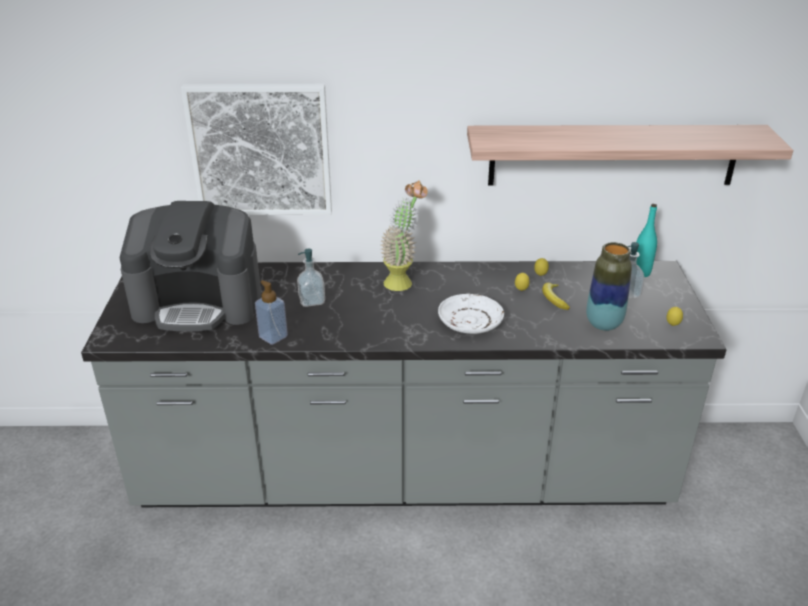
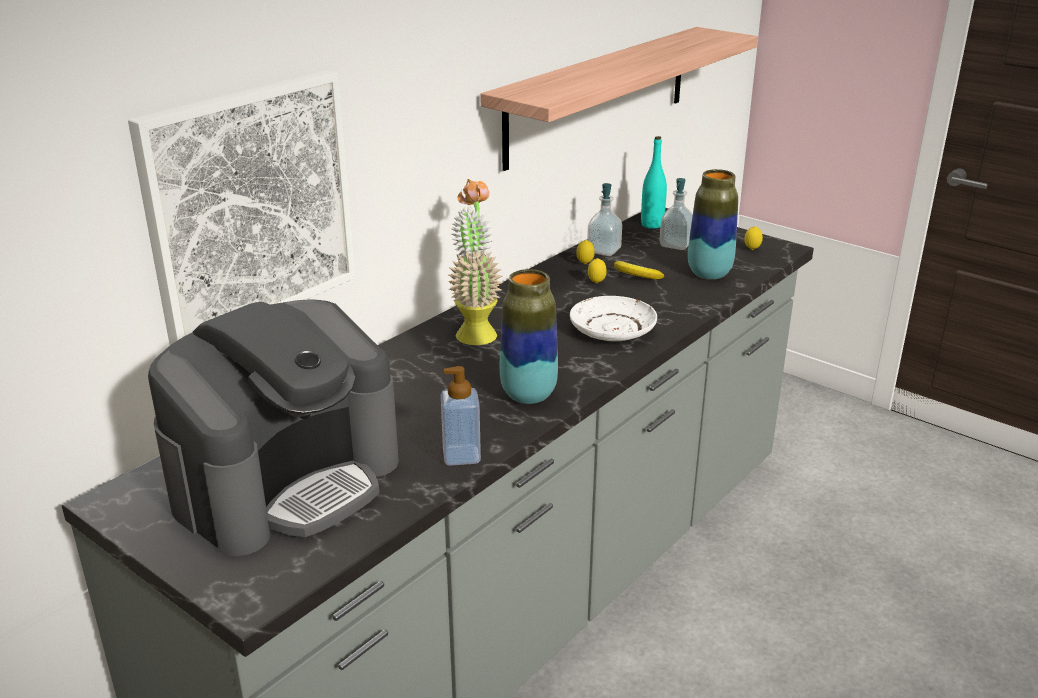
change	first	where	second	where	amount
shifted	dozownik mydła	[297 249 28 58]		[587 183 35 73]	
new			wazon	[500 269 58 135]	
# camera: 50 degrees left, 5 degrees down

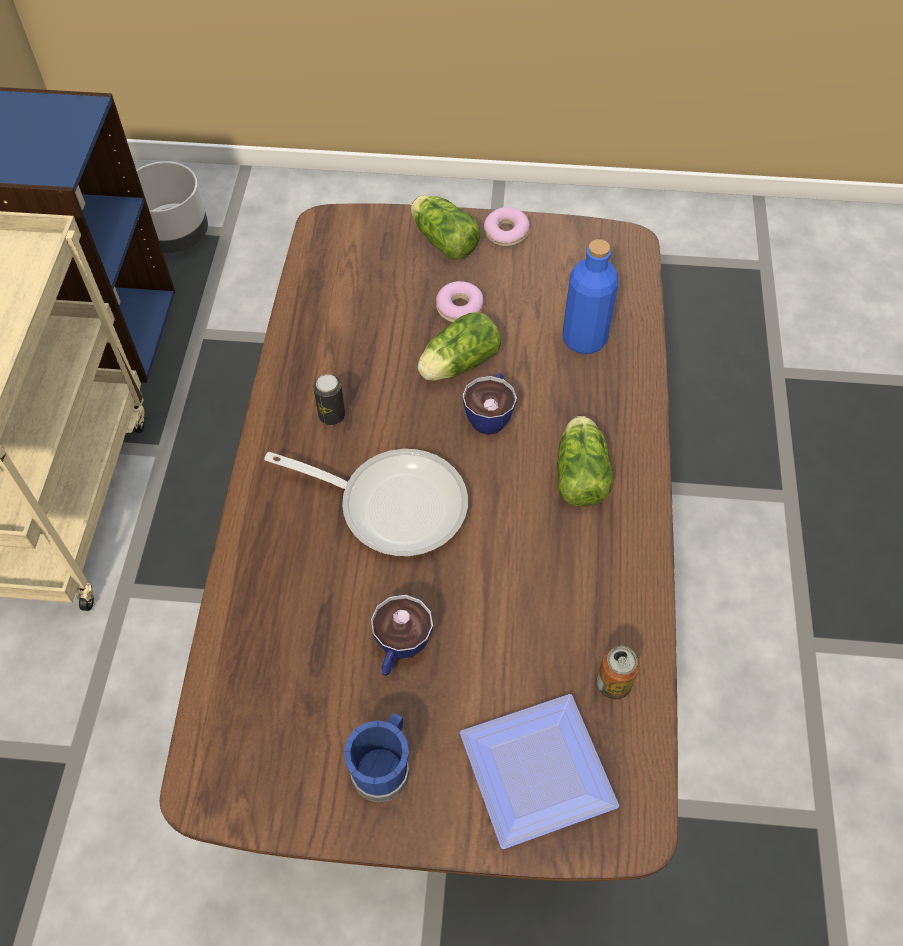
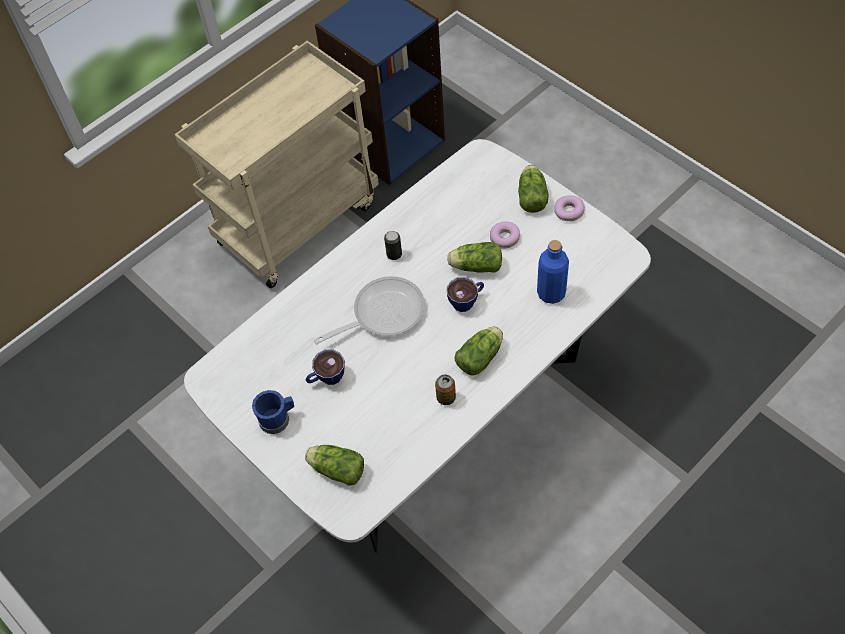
change	first	where	second	where	amount
gone	donica/szary	[136 161 72 92]			
repainted	stół jadalny/brązowy	[160 203 518 678]	stół jadalny/biały	[184 139 467 414]	
rotated	patelnia	[264 449 204 107]		[314 276 111 68]	90 degrees counterclockwise
shifted	puszka	[596 646 44 54]		[435 375 21 30]	
swapped	talerz	[460 694 159 155]	sałata	[305 445 59 41]	
# camera: 45 degrees right, 0 degrees up

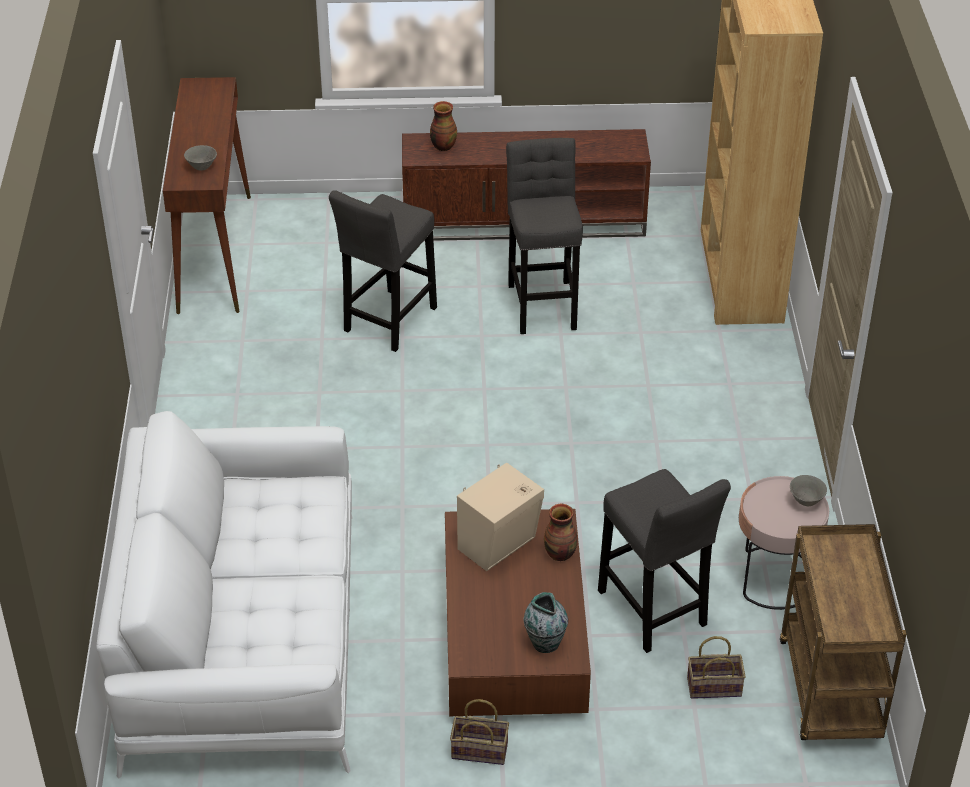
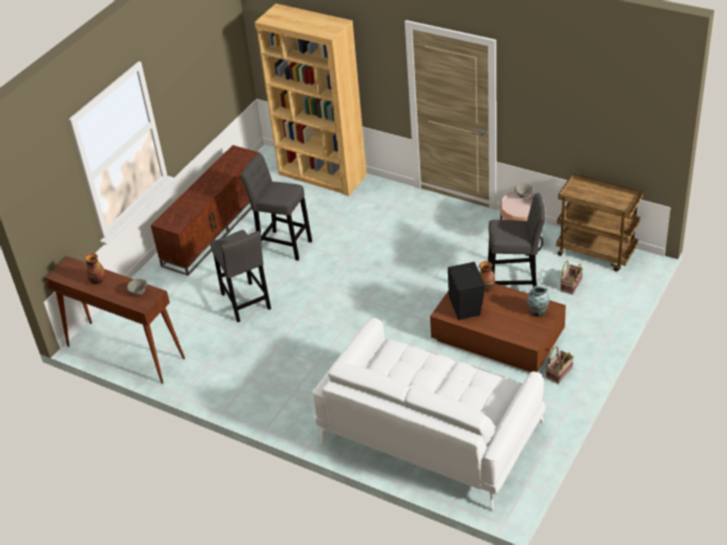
change	first	where	second	where	amount
shifted	wazon	[430 101 27 50]		[84 253 21 31]	
repainted	głośnik/beżowy	[457 462 87 109]	głośnik/czarny	[448 262 37 58]	
# camera: 55 degrees left, 0 degrees up

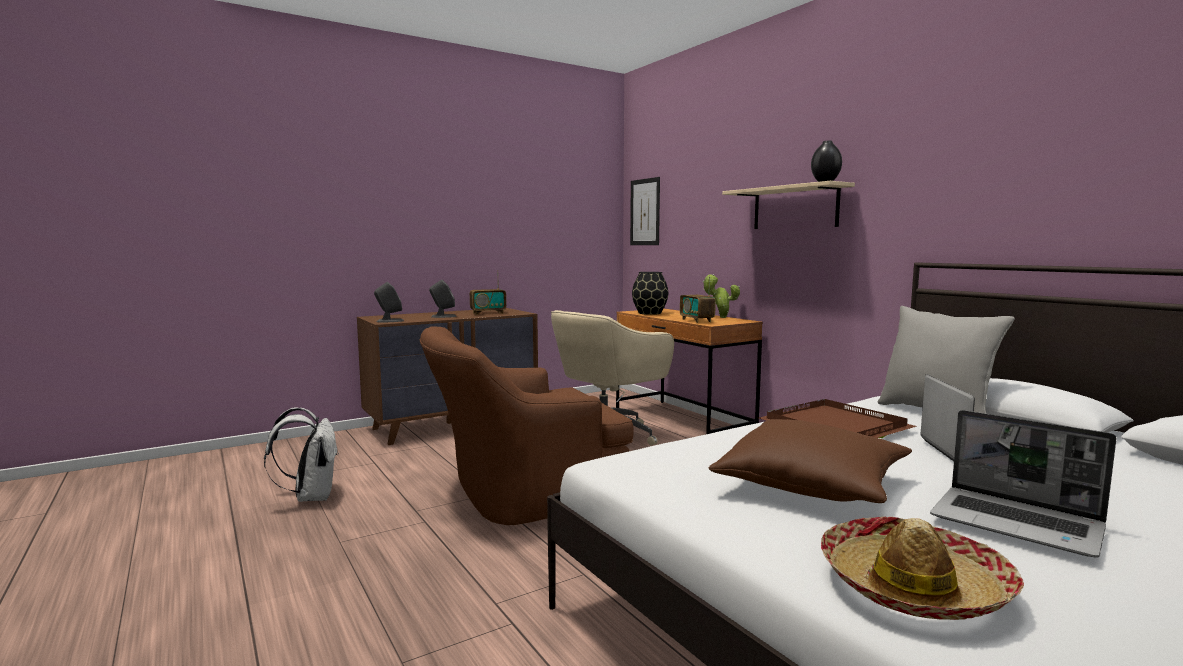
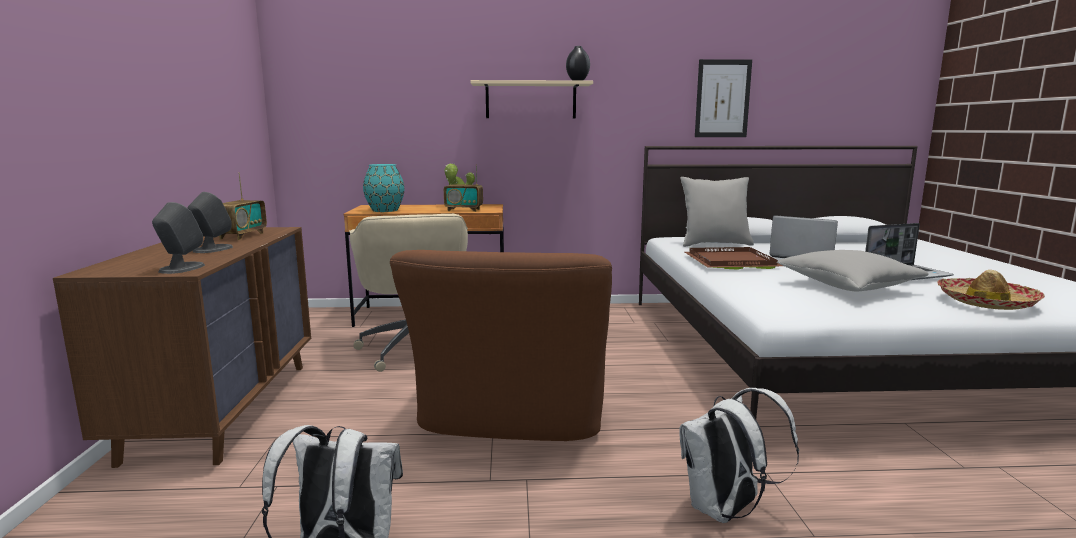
change	first	where	second	where	amount
shifted	obraz	[630 177 30 68]		[695 59 57 78]	
repainted	wazon/czarny	[632 272 36 43]	wazon/turkusowy	[363 164 41 48]	
repainted	poduszka/brązowy	[709 419 203 84]	poduszka/szary	[777 250 152 42]	
new			plecak/biały	[679 388 120 135]	
# camera: 60 degrees left, 5 degrees up

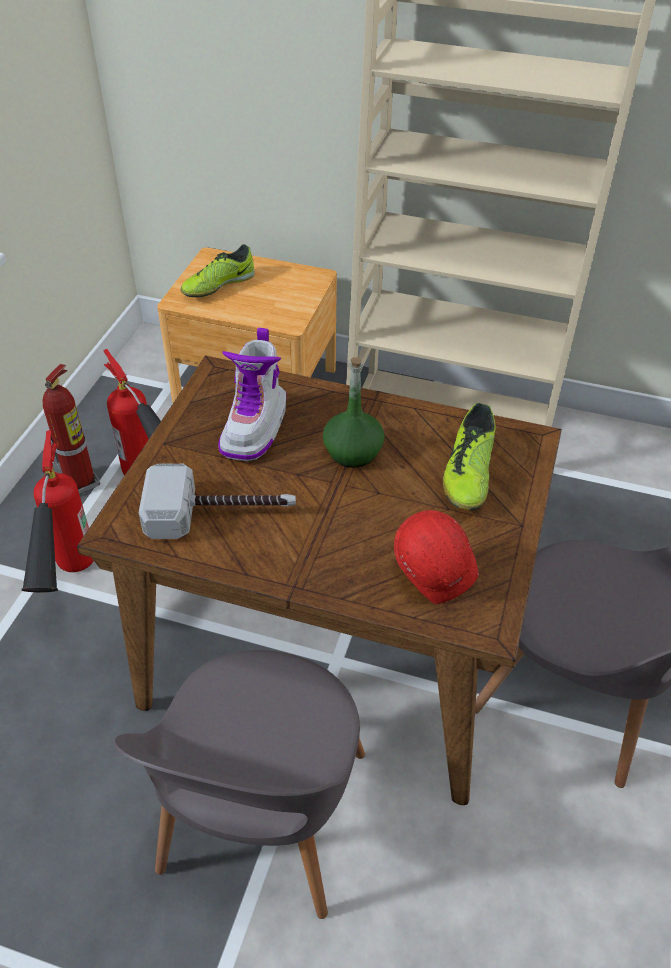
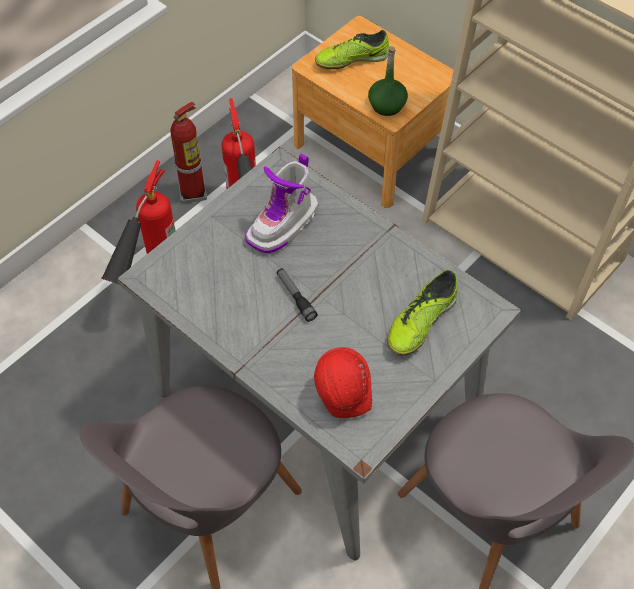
change	first	where	second	where	amount
repainted	stół jadalny/brązowy	[77 356 485 449]	stół jadalny/szary	[117 147 405 414]	
shifted	butelka/zielony	[323 357 61 111]		[368 46 40 70]	
gone	młotek	[139 464 157 75]			
new			latarka	[277 268 41 54]	
# camera: 25 degrees right, 10 degrees up

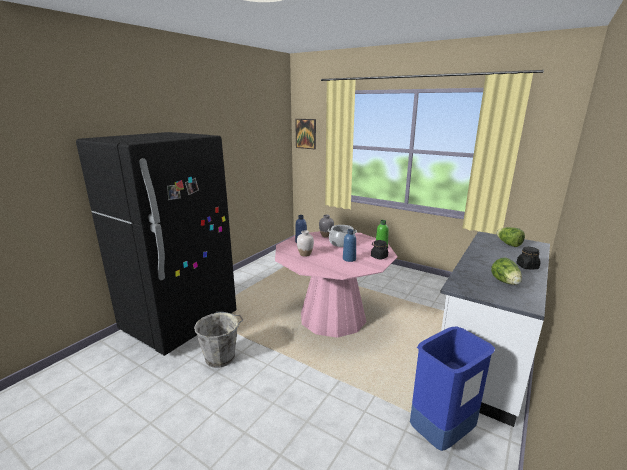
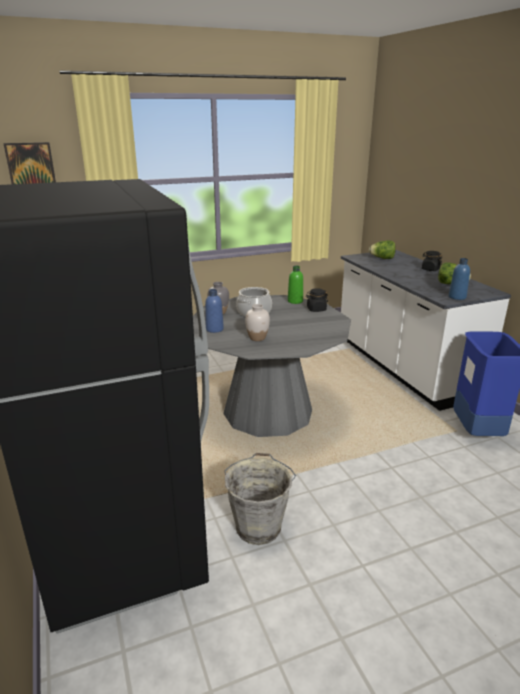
change	first	where	second	where	amount
shifted	butelka/niebieski	[343 229 13 33]		[449 258 21 42]	
repainted	stół jadalny/różowy	[275 231 123 107]	stół jadalny/szary	[193 295 158 142]	
# camera: 55 degrees left, 5 degrees up

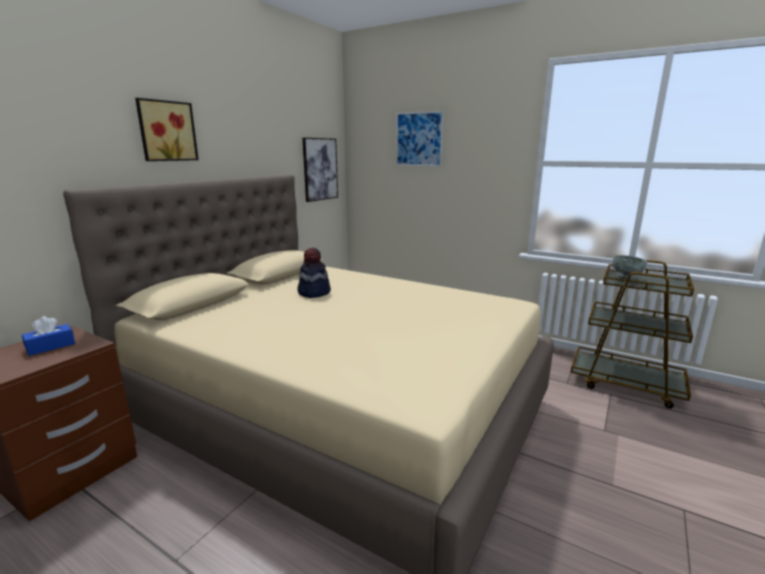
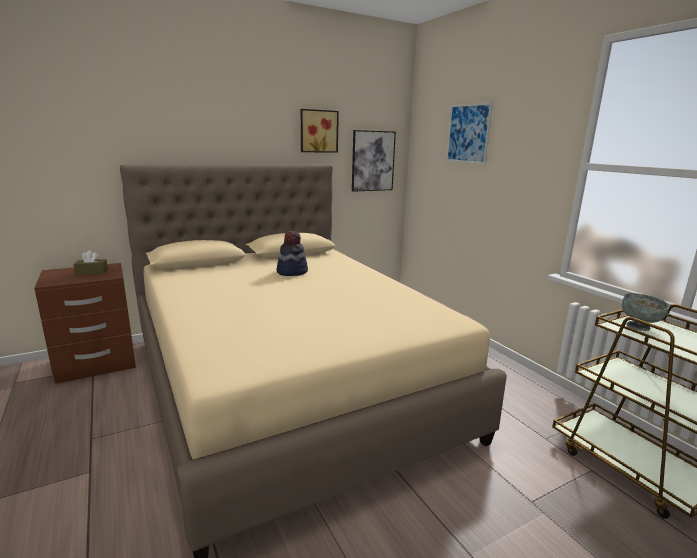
change	first	where	second	where	amount
shifted	obraz	[135 98 64 63]		[301 109 38 44]	
repainted	pudełko chusteczek/niebieski	[22 316 53 40]	pudełko chusteczek/brązowy	[73 251 35 24]	
# camera: 30 degrees right, 0 degrees up

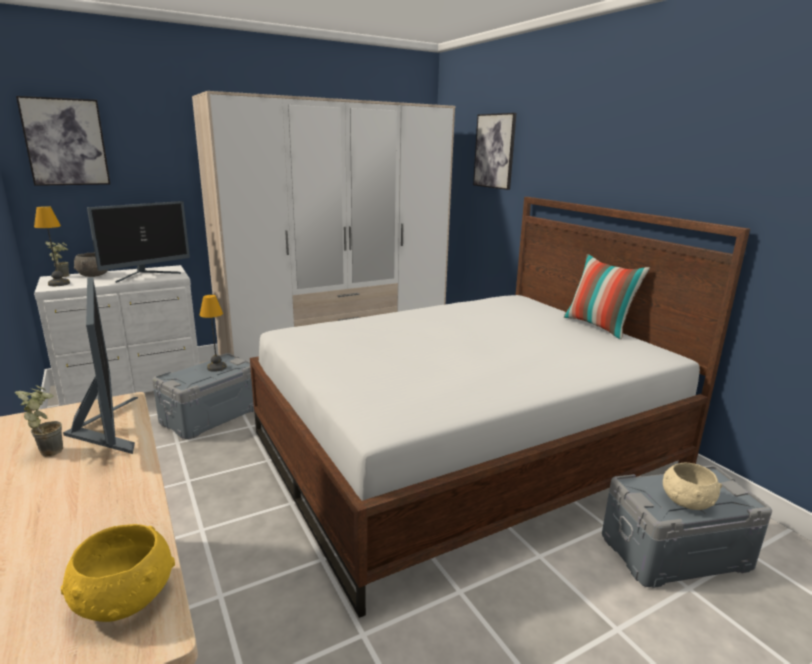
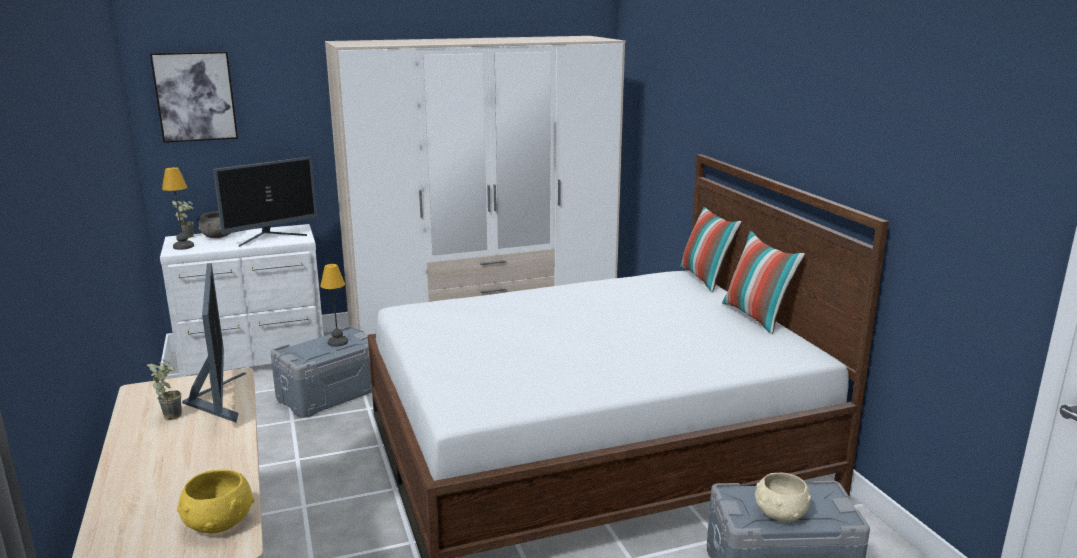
change	first	where	second	where	amount
gone	obraz	[473 113 43 77]			
new			poduszka	[680 207 62 85]	
# camera: 10 degrees right, 0 degrees up

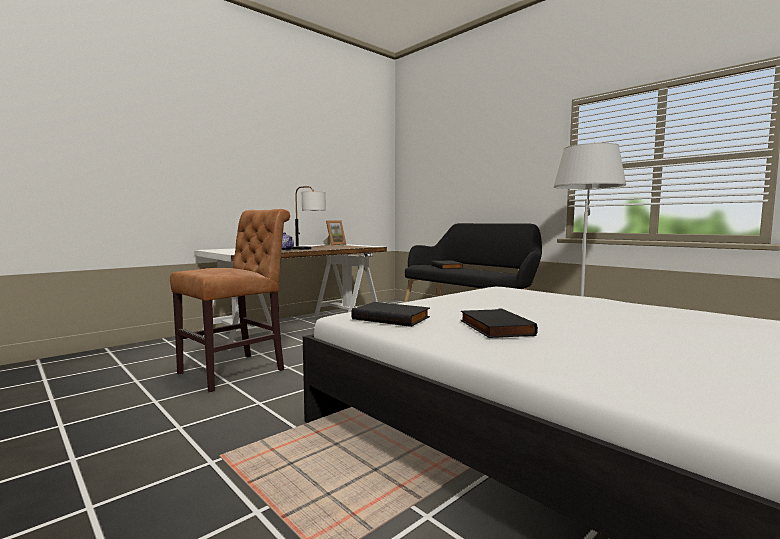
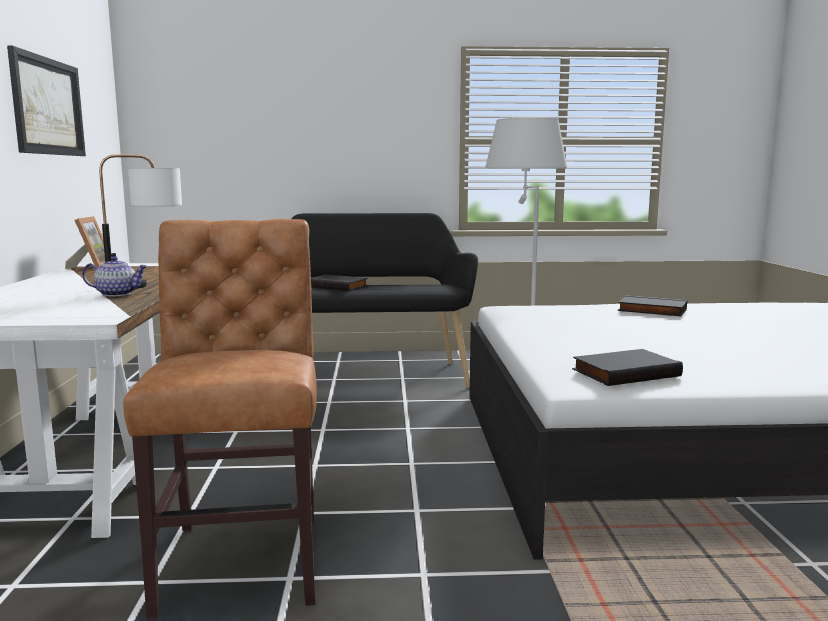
change	first	where	second	where	amount
shifted	książka/czarny	[460 308 78 30]		[617 295 70 21]	
new			obraz	[7 46 79 110]	
# camera: 50 degrees left, 5 degrees up

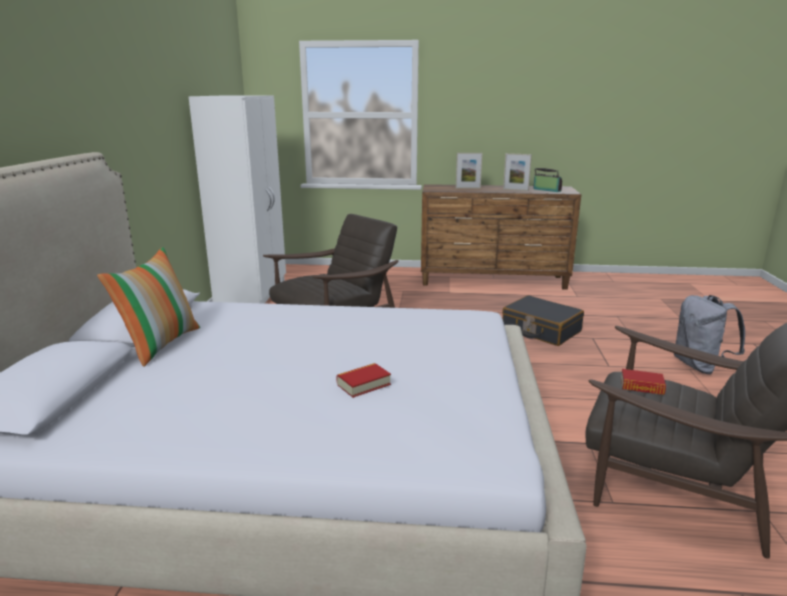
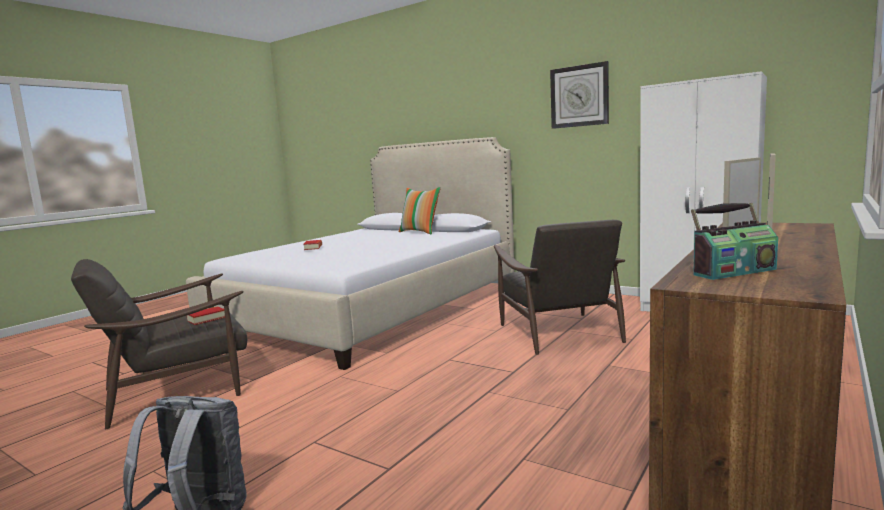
change	first	where	second	where	amount
gone	walizka/czarny	[502 295 82 51]			
new			zegar ścienny	[550 61 59 68]	
# camera: 120 degrees right, 10 degrees down

